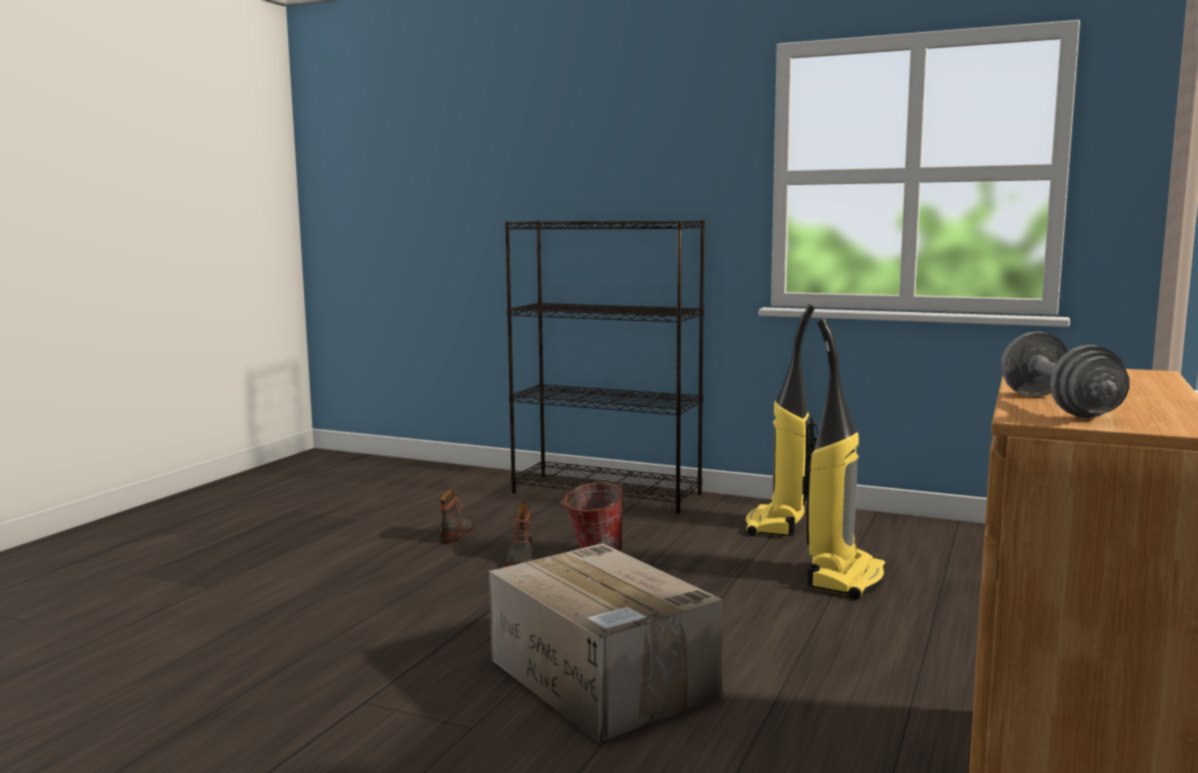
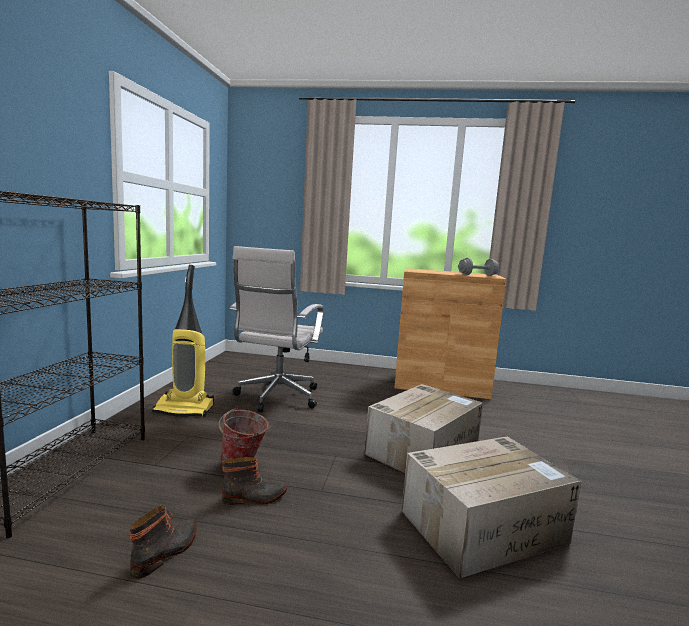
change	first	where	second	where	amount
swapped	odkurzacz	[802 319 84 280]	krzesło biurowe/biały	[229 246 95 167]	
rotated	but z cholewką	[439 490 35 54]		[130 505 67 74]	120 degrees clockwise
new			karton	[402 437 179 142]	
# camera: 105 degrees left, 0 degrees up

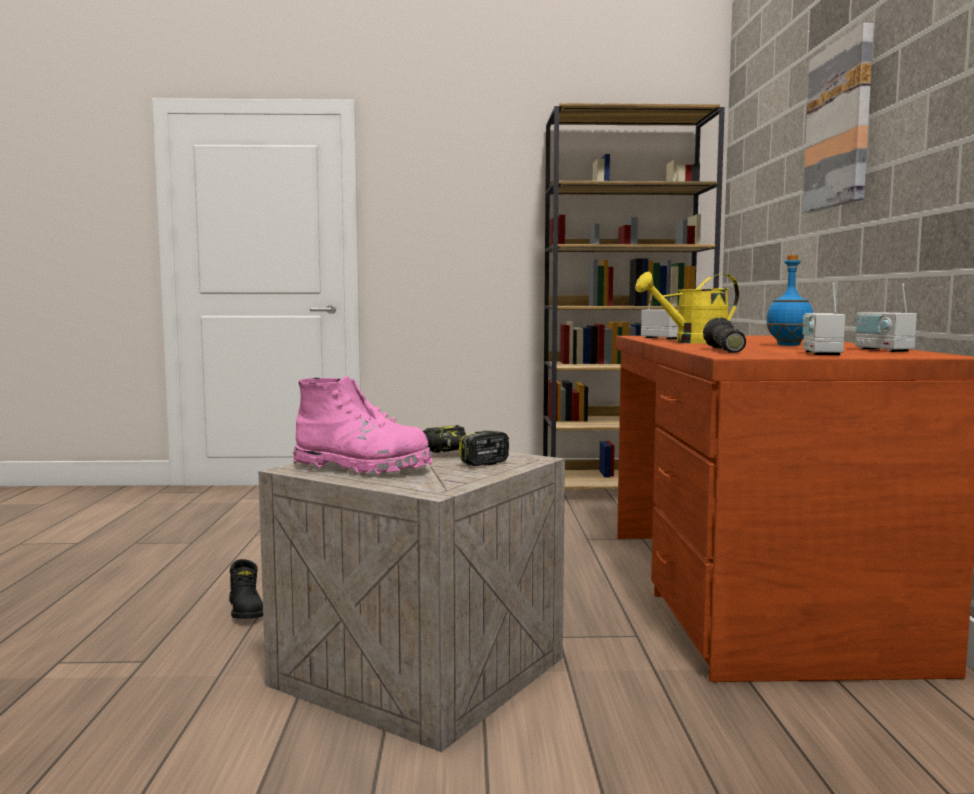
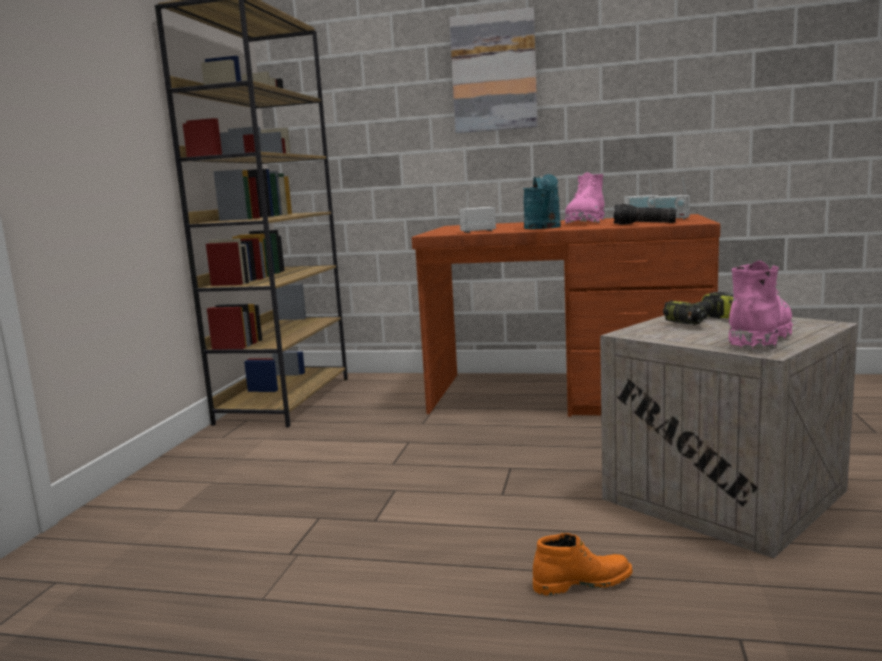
change	first	where	second	where	amount
swapped	butelka/niebieski	[766 255 47 91]	but z cholewką/różowy	[565 172 40 52]	
repainted	konewka/żółty	[635 272 104 72]	konewka/turkusowy	[523 174 38 55]	
repainted	but z cholewką/czarny	[229 559 34 60]	but z cholewką/pomarańczowy	[533 533 100 62]	
# camera: 75 degrees left, 5 degrees up

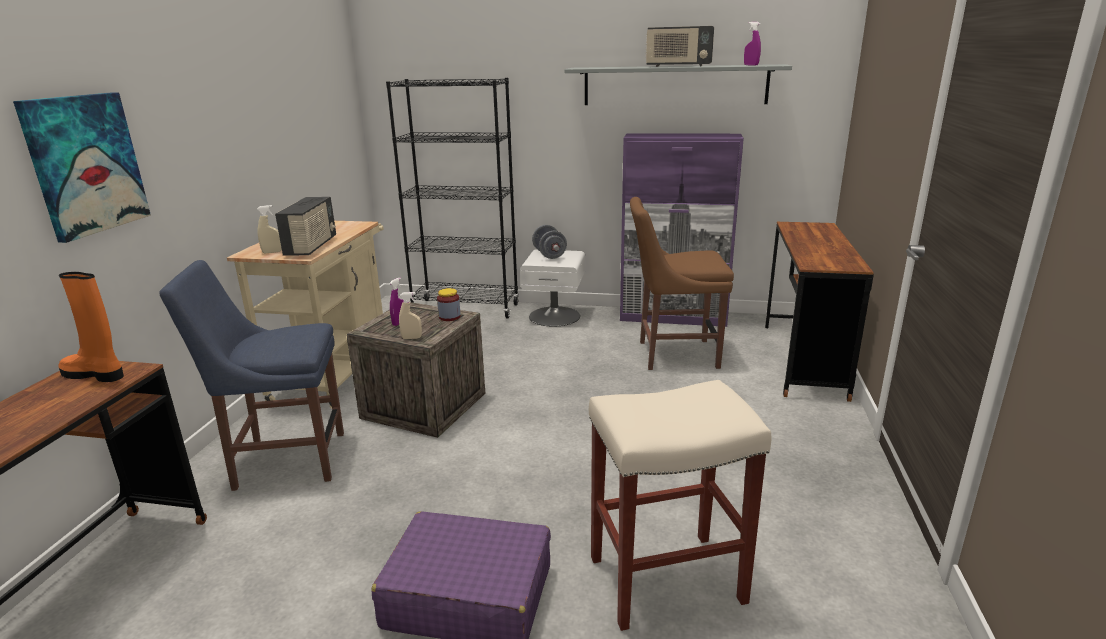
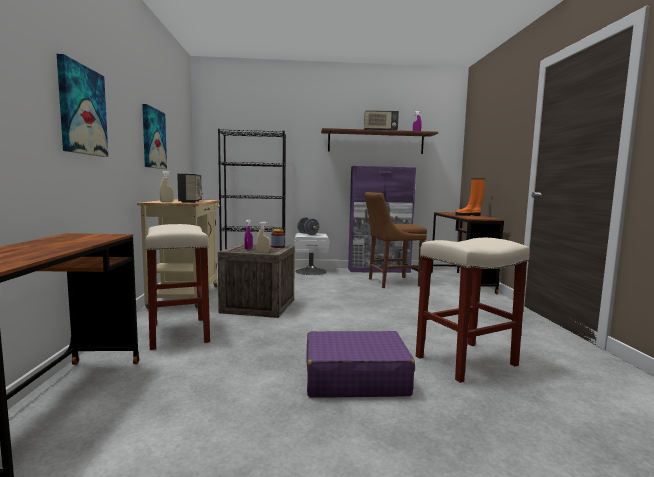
change	first	where	second	where	amount
repainted	półka/szary	[565 64 227 41]	półka/brązowy	[321 128 117 26]	
swapped	krzesło/niebieski	[159 260 185 231]	stołek/beżowy	[145 224 65 126]	
shifted	but z cholewką/pomarańczowy	[58 272 66 110]		[455 178 30 38]	
new			obraz	[142 104 25 65]	
# camera: 15 degrees left, 15 degrees down

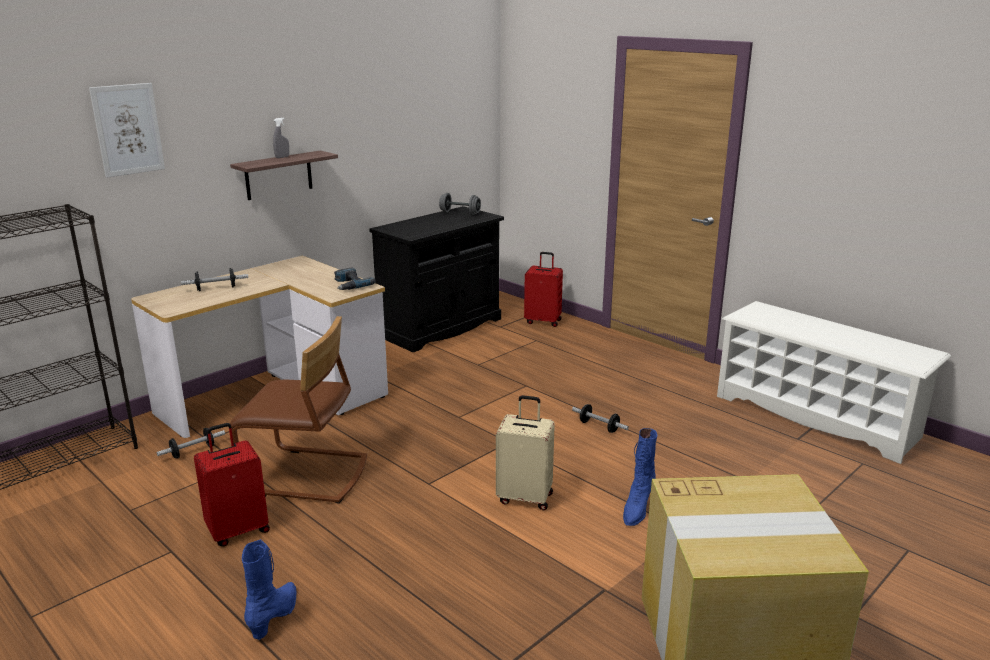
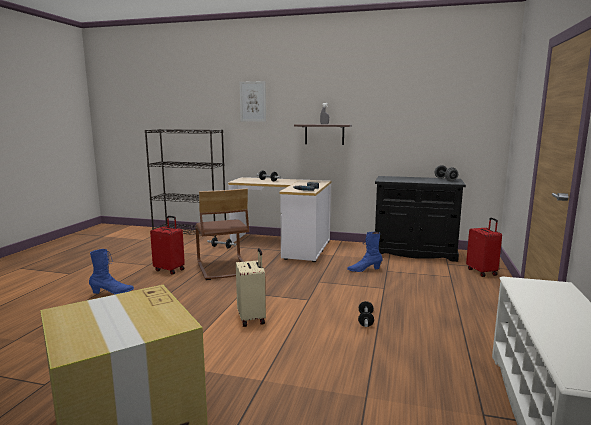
change	first	where	second	where	amount
shifted	but z cholewką/niebieski	[623 428 34 98]		[347 232 36 40]	
# camera: 60 degrees right, 10 degrees down

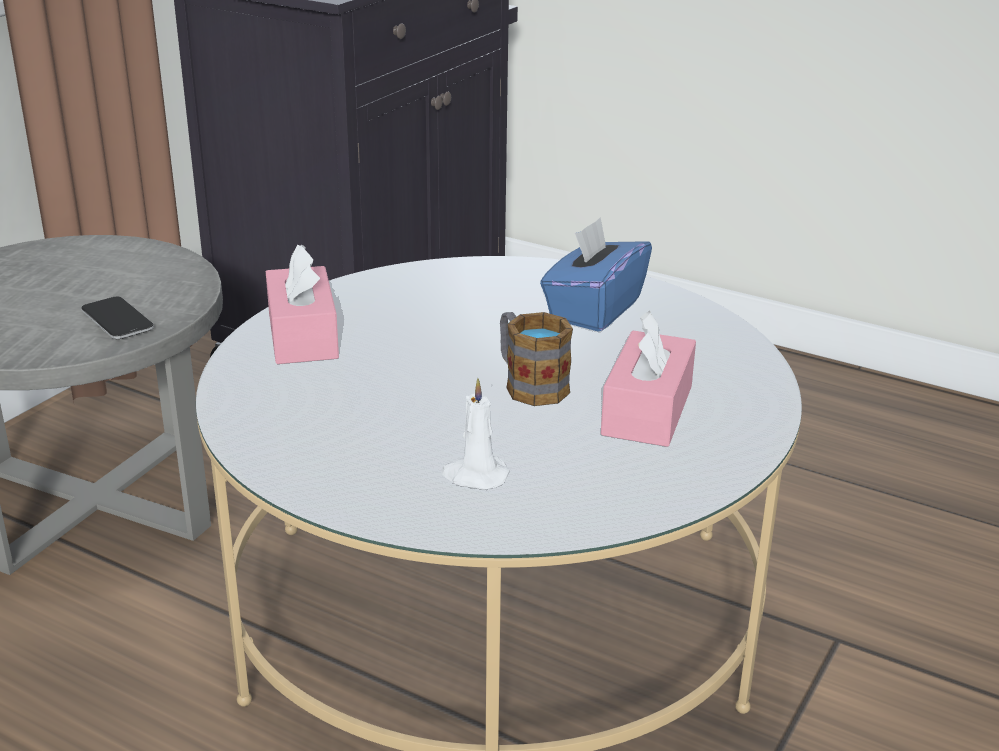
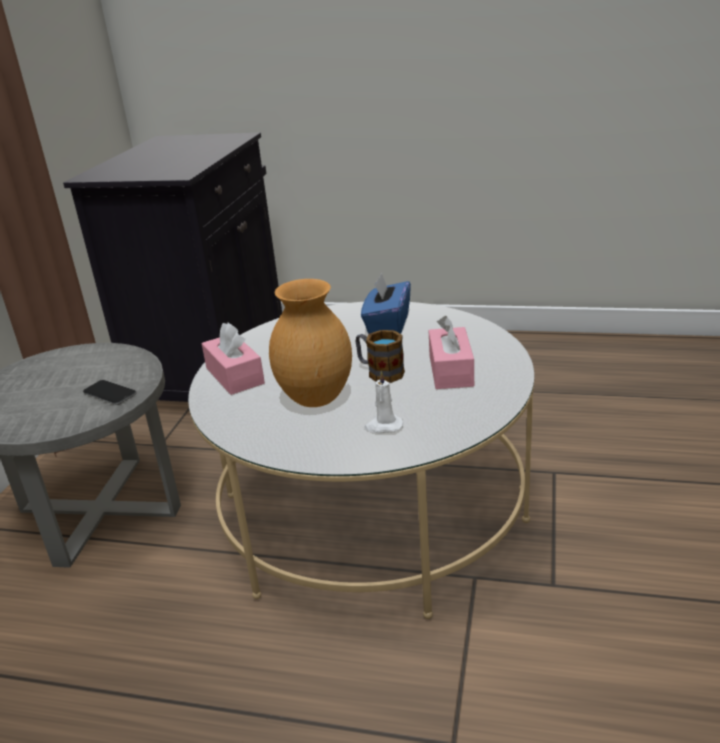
change	first	where	second	where	amount
new			wazon/brązowy	[269 279 83 128]	
# camera: 15 degrees left, 0 degrees up

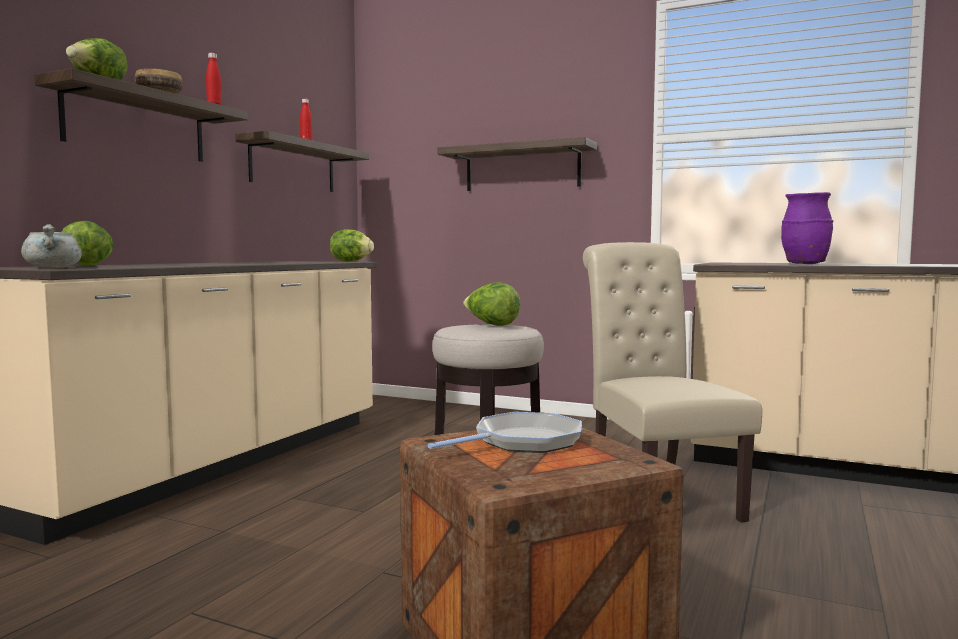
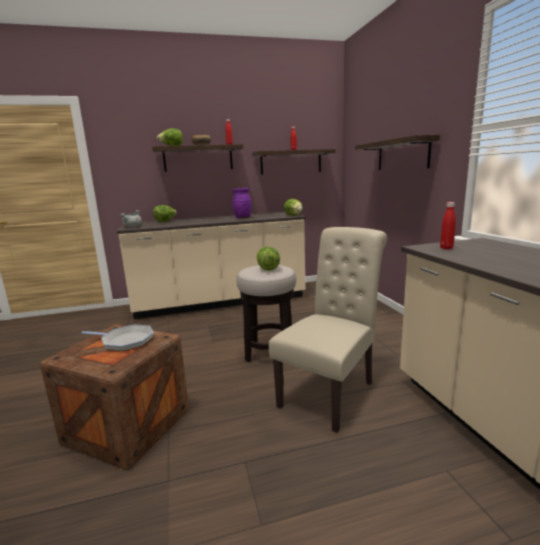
change	first	where	second	where	amount
shifted	wazon/fioletowy	[781 192 53 72]		[232 188 20 30]	
new			butelka/czerwony	[440 202 16 47]	
# camera: 50 degrees right, 10 degrees up

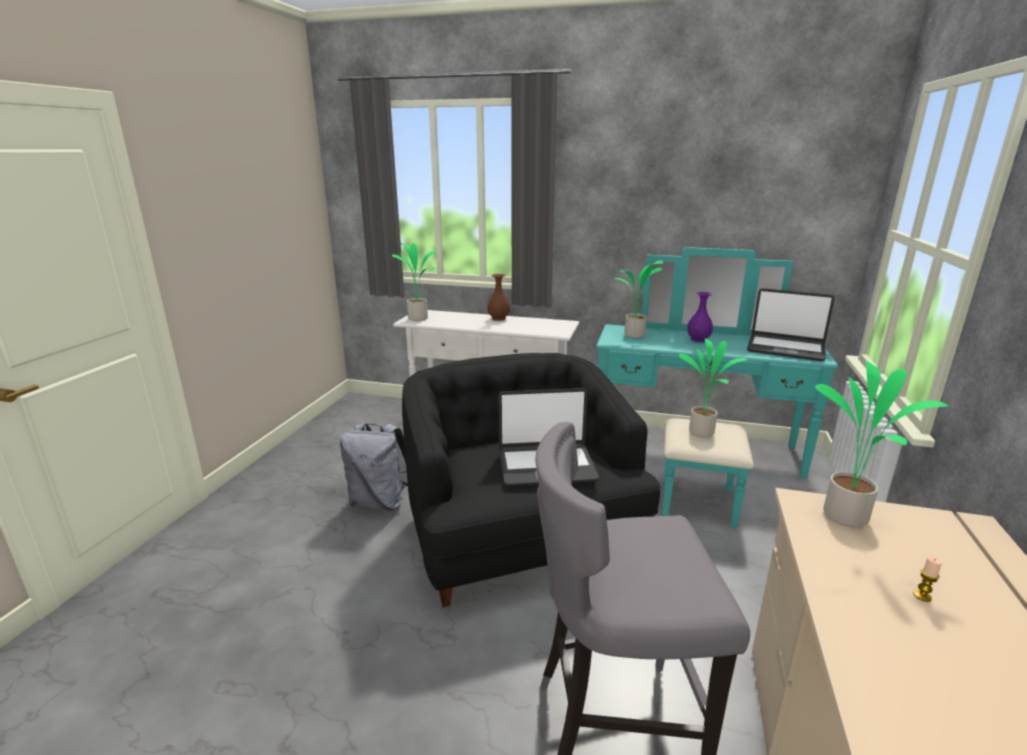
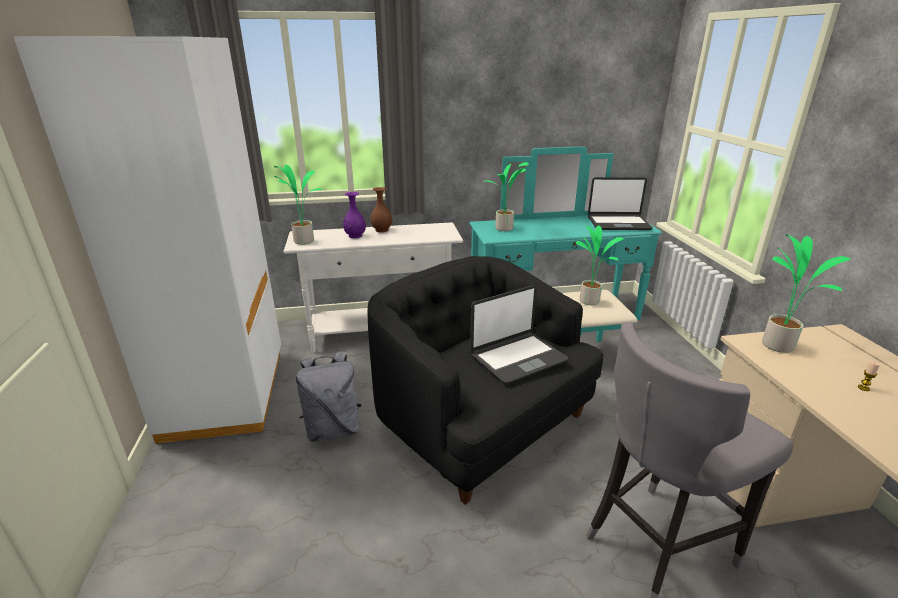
change	first	where	second	where	amount
shifted	wazon/fioletowy	[687 292 26 50]		[343 192 23 46]	
new			szafa/biały	[13 36 268 408]	
# camera: 25 degrees left, 5 degrees up

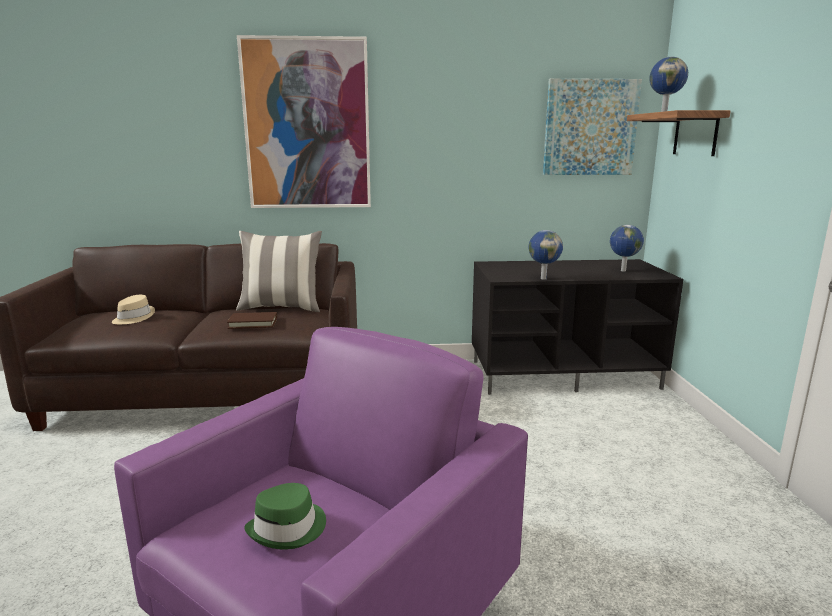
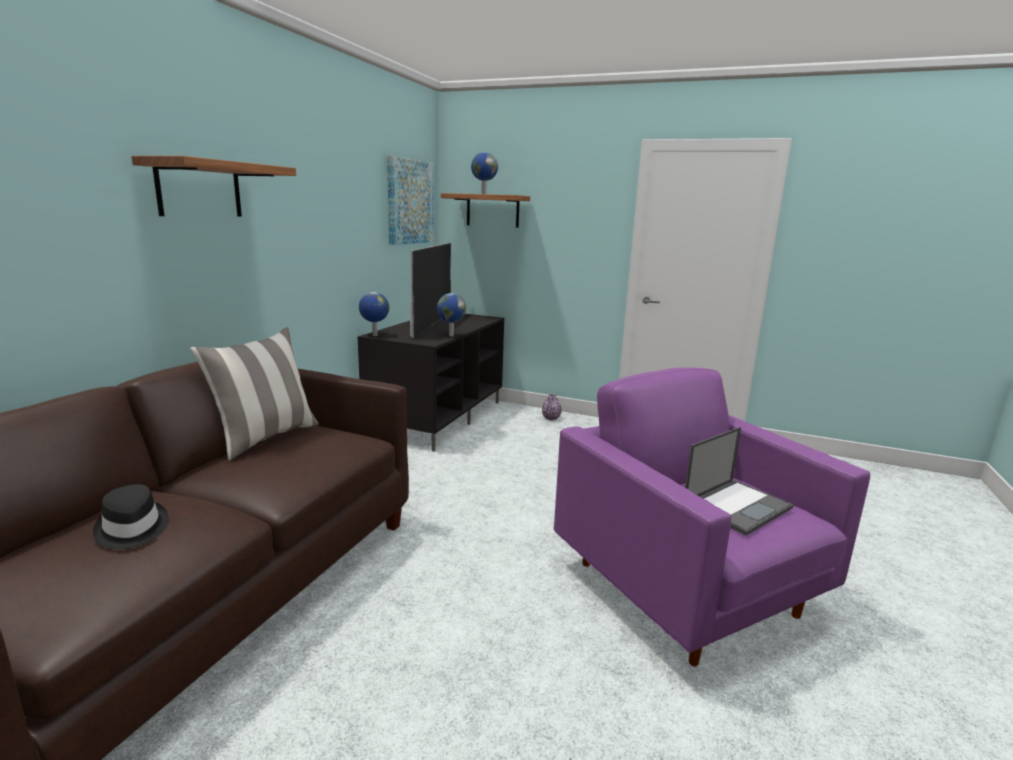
change	first	where	second	where	amount
swapped	obraz	[237 35 134 173]	półka	[131 156 165 60]	
shifted	globus	[610 225 34 47]		[359 292 30 44]	
repainted	kapelusz/beżowy	[112 295 43 29]	kapelusz/czarny	[93 484 76 65]	
gone	książka/brązowy	[227 312 50 17]			
swapped	kapelusz/zielony	[244 483 82 67]	laptop	[685 427 109 109]	
new			telewizor	[410 243 41 95]	
new			wazon/fioletowy	[542 394 20 26]	
# camera: 65 degrees left, 0 degrees up

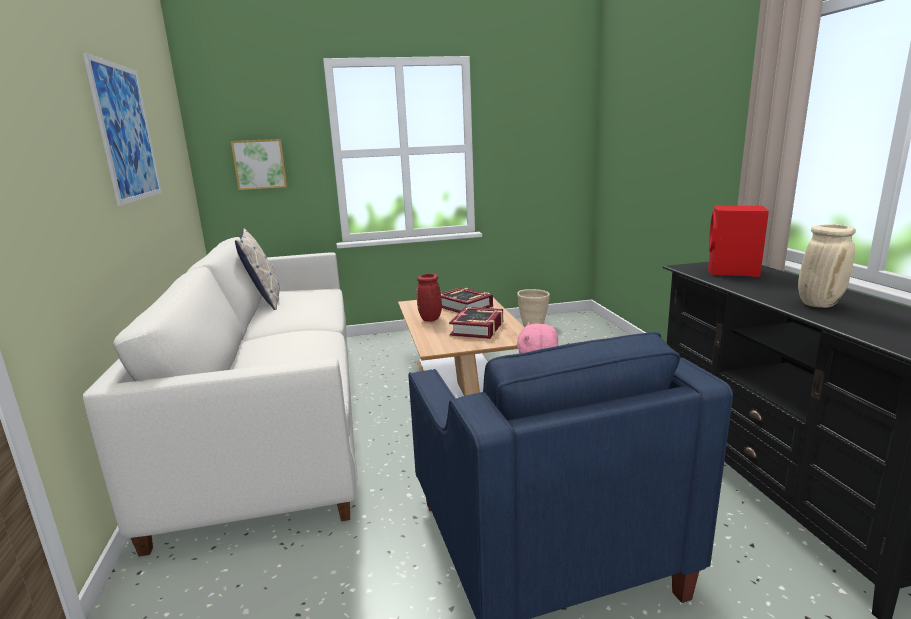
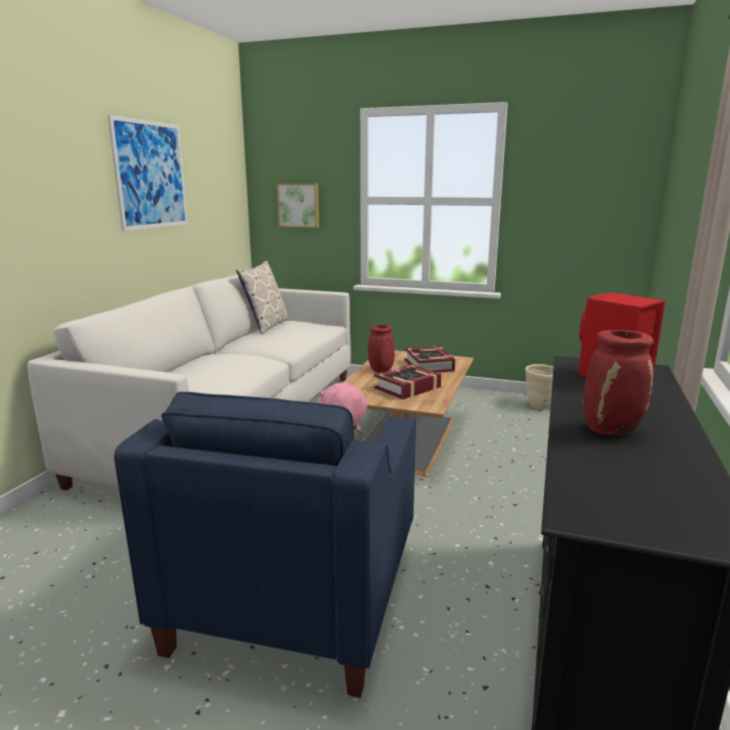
change	first	where	second	where	amount
repainted	wazon/beżowy	[798 224 58 84]	wazon/czerwony	[583 330 71 106]	
# camera: 30 degrees right, 0 degrees up

